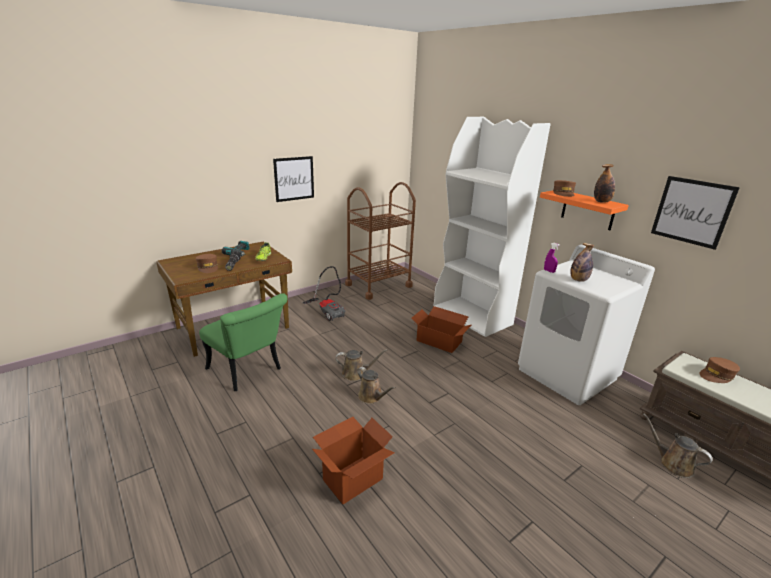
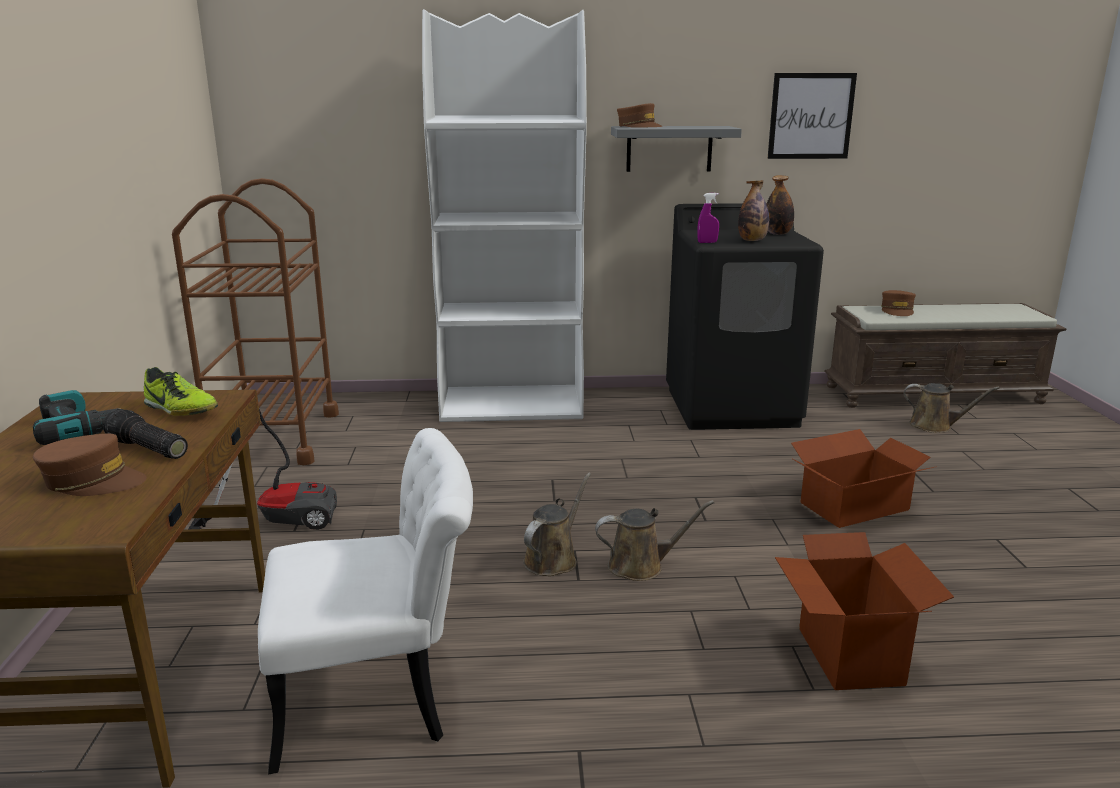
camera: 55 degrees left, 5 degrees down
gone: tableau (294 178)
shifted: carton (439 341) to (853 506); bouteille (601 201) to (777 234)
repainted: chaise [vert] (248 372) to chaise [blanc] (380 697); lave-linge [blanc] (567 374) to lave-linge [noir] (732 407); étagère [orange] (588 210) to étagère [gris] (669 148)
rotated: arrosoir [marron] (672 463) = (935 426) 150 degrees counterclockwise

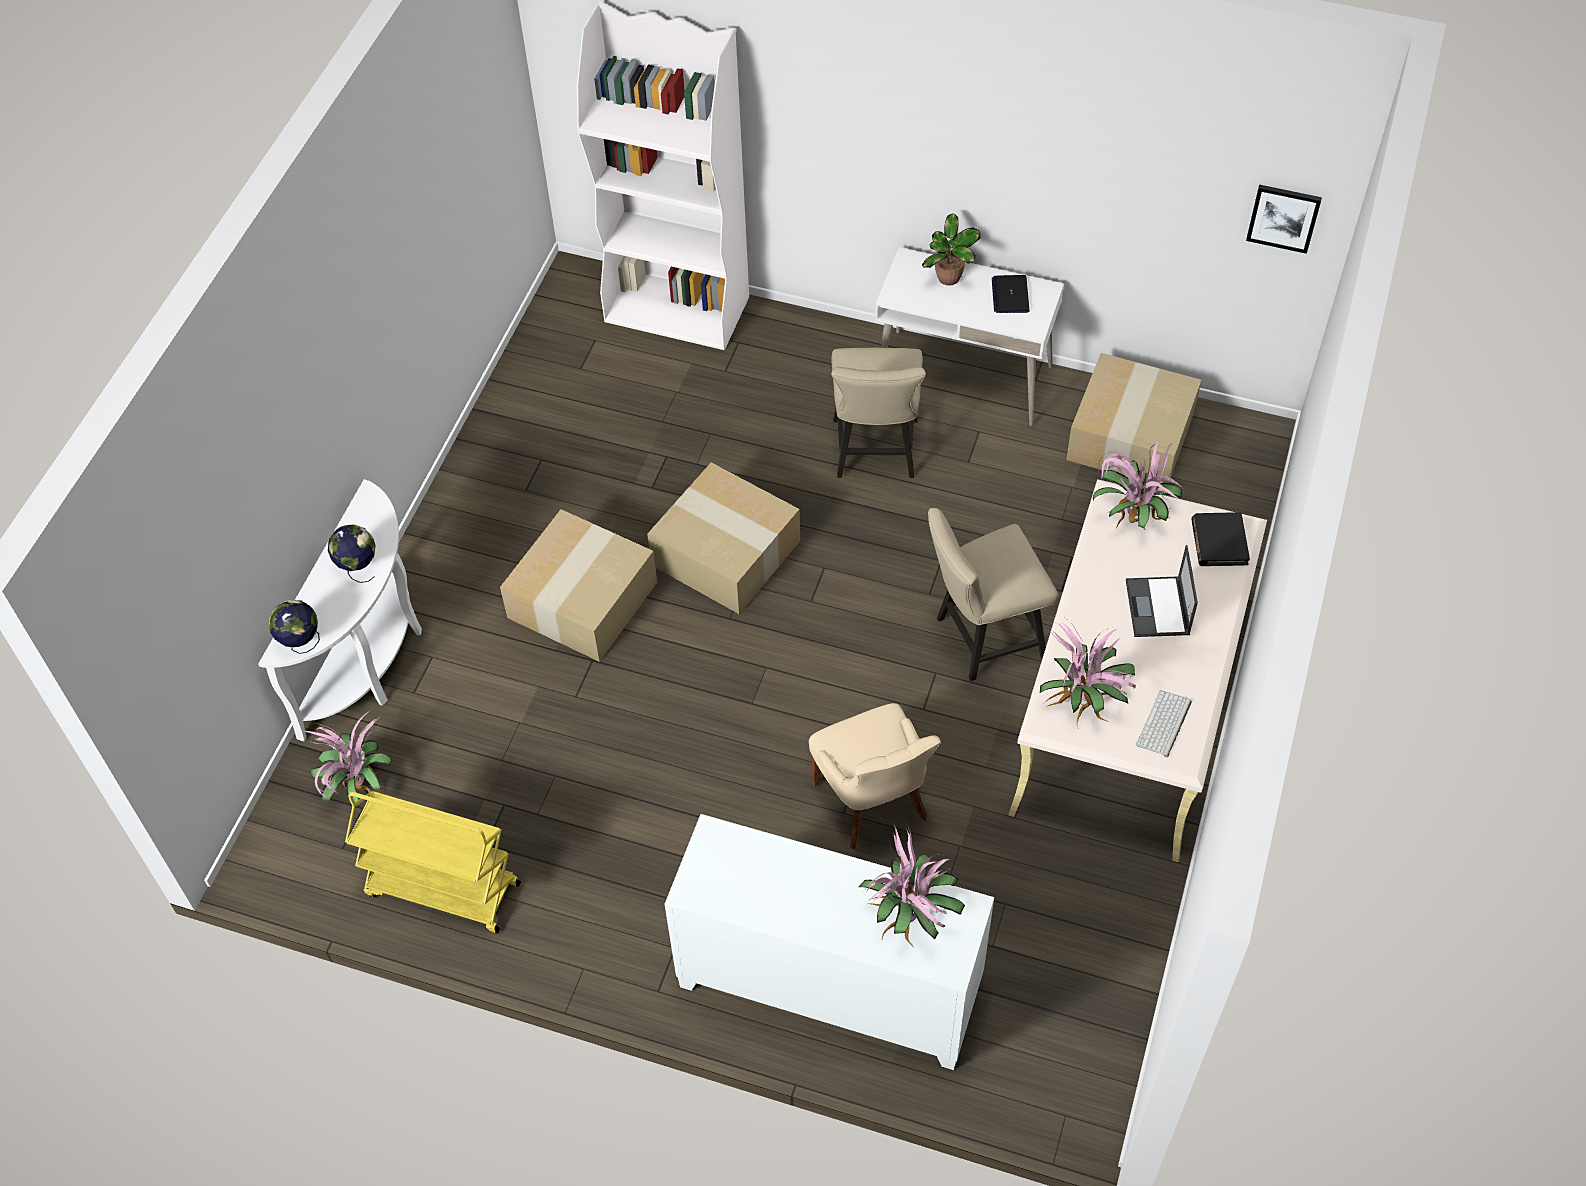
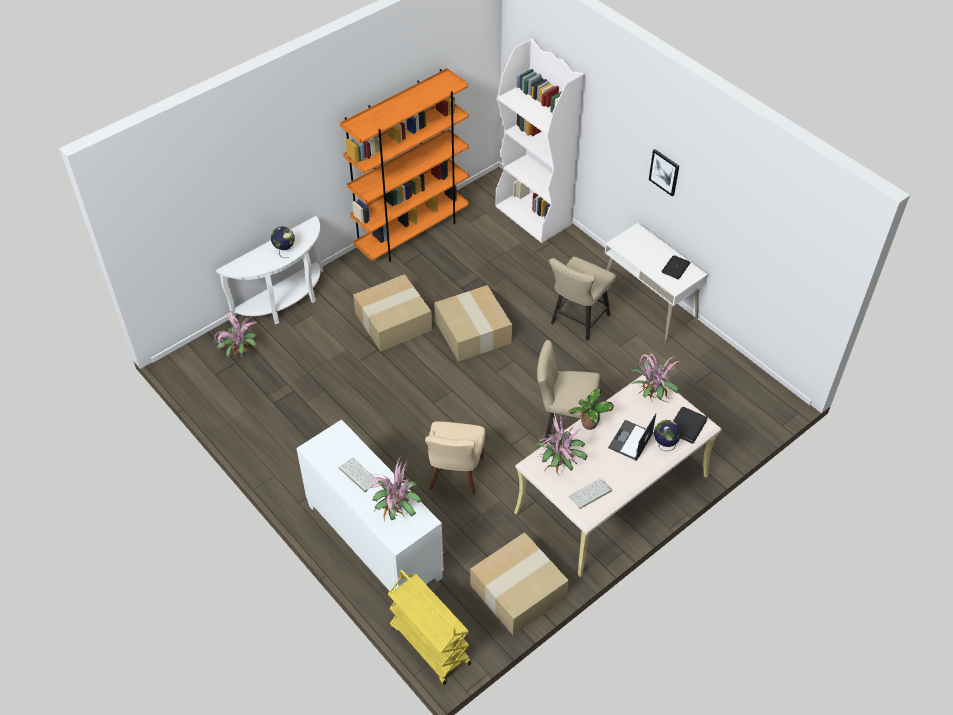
camera: 30 degrees right, 5 degrees down
new: clavier (358 475); bibliothèque [orange] (412 233)
shifted: globe (301 644) to (664 445); chariot [jaune] (442 889) to (429 644); plante en pot (949 279) to (589 425); carton (1129 434) to (518 590); tableau (1283 217) to (664 172)

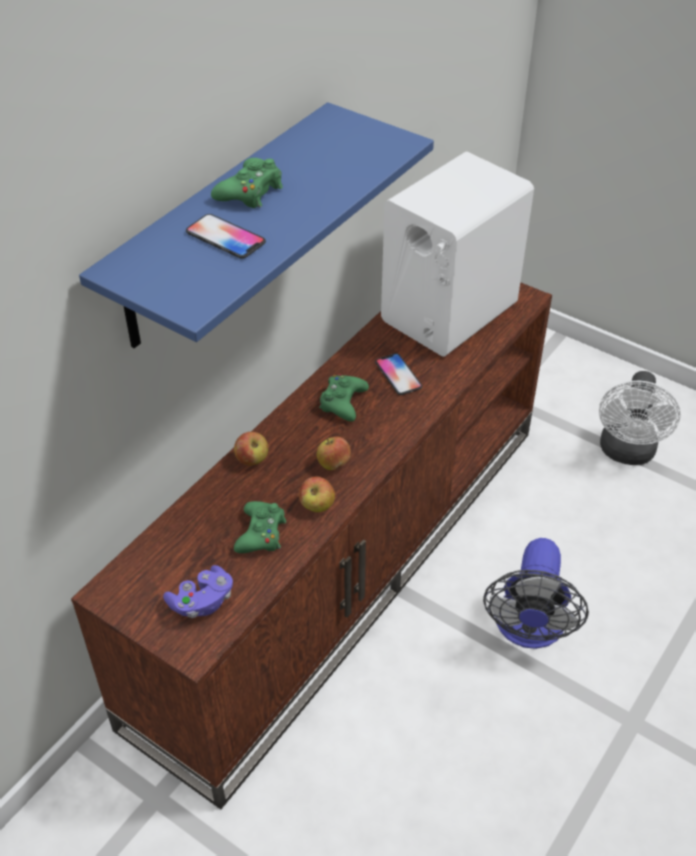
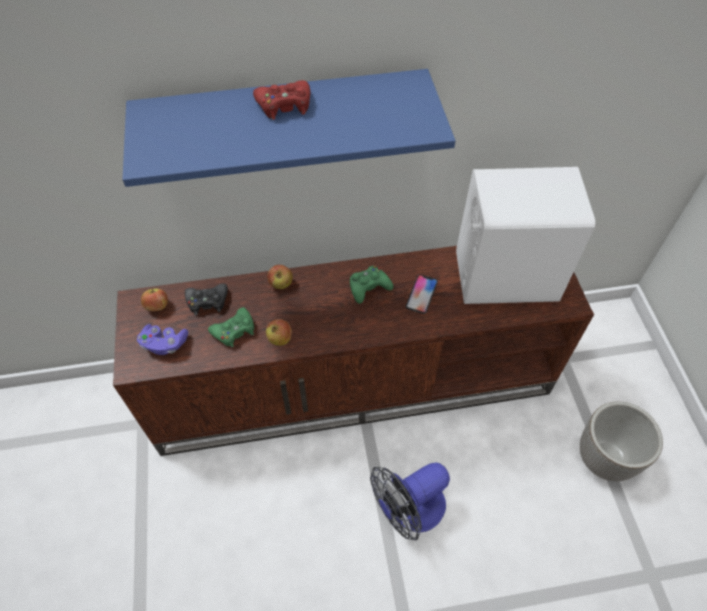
camera: 45 degrees right, 10 degrees up
gone: téléphone (225 238)
new: manette [noir] (207 301)
shifted: pomme (333 464) to (157 306)
swapped: ventilateur [blanc] (627 453) to cache-pot (604 459)
repainted: manette [vert] (250 192) to manette [rouge] (284 105)

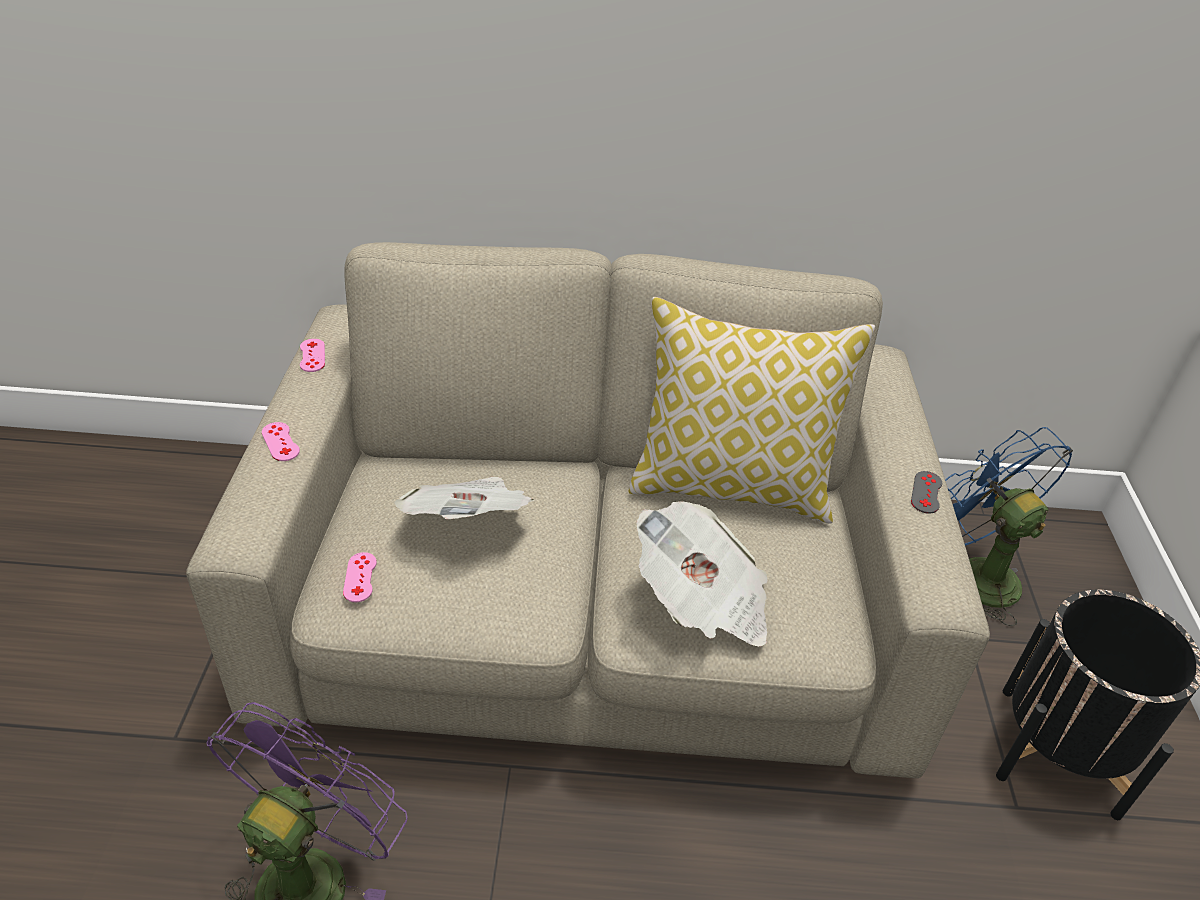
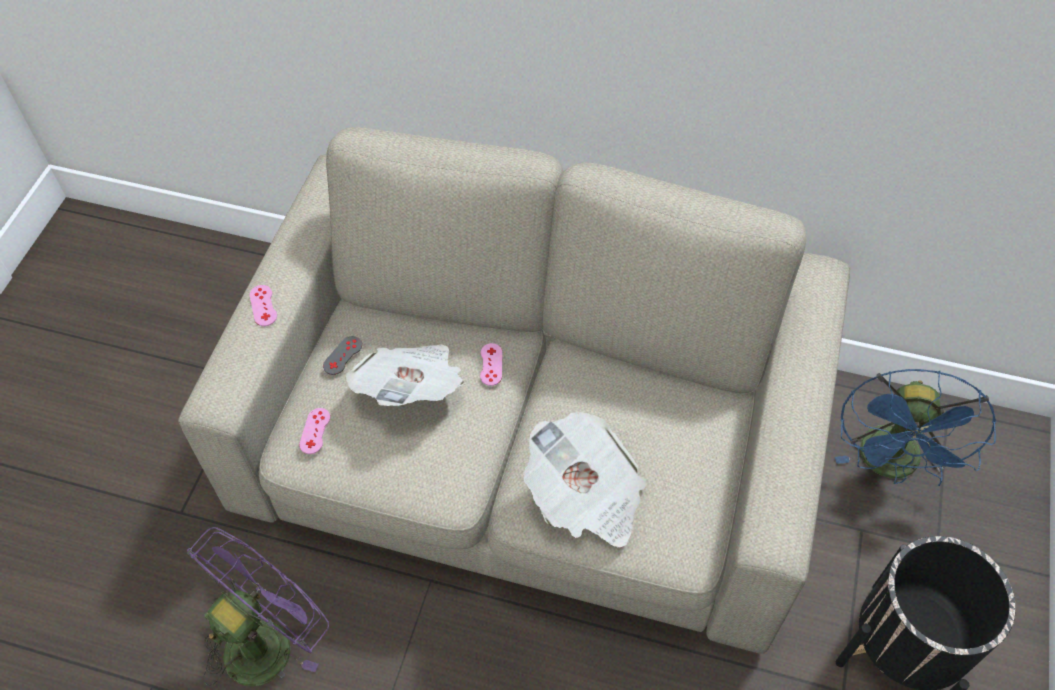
camera: 15 degrees right, 15 degrees up
gone: coussin (732 486)
shifted: manette [rose] (312 355) to (491 364); manette [gris] (926 492) to (342 355)
rotated: ventilateur [bleu] (973 573) = (891 466) 150 degrees counterclockwise

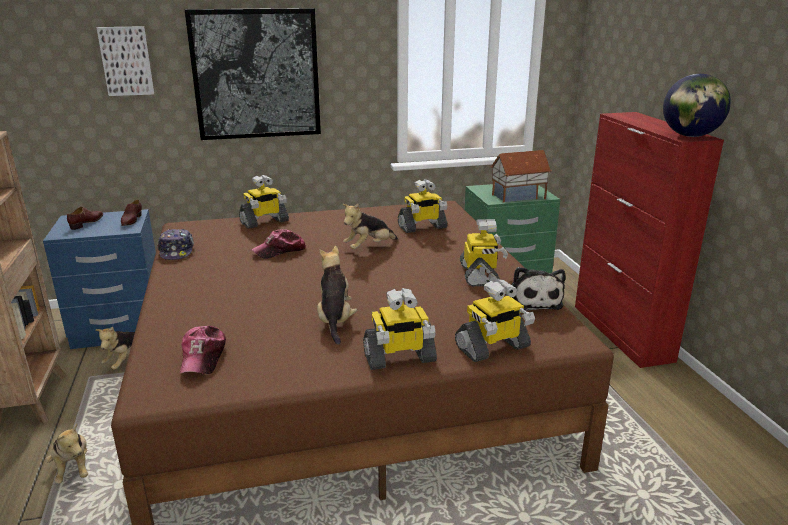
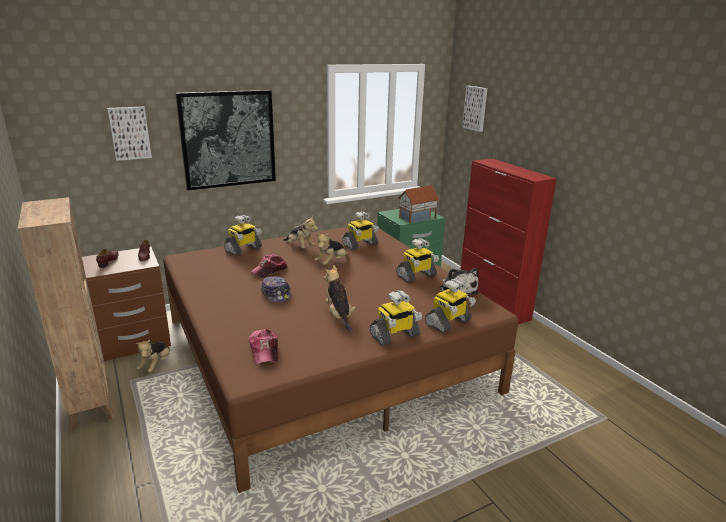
camera: 15 degrees left, 0 degrees up
gone: globe (690 136)
new: tableau (476 108)
shifted: peluche (73 468) to (300 247); casquette (177 251) to (276 294)
repainted: table de chevet [bleu] (120 329) to table de chevet [marron] (134 342)
rotated: robot jouet (480 275) = (416 276) 75 degrees clockwise

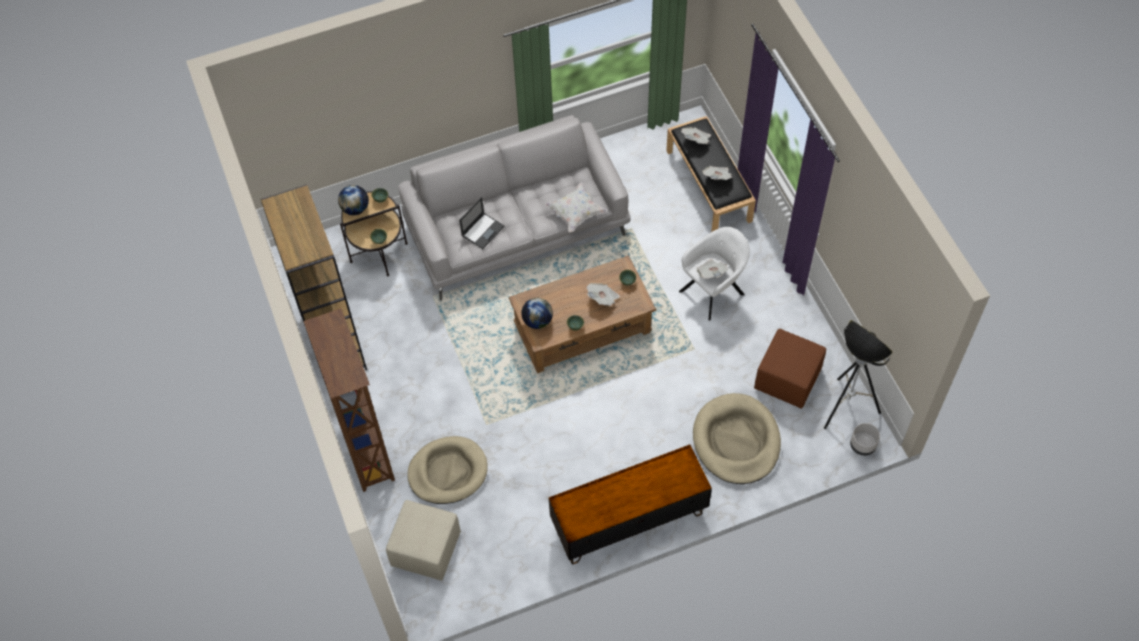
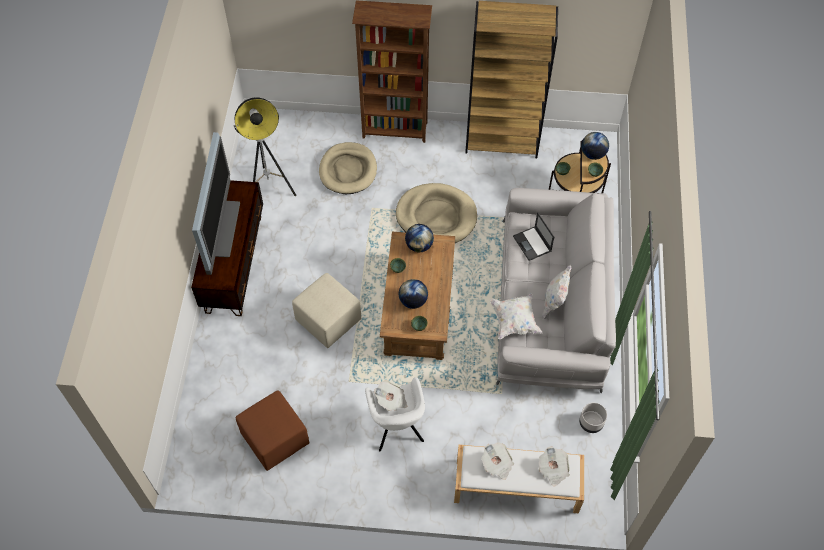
camera: 115 degrees right, 0 degrees up
new: téléviseur (221 228); coussin [blanc] (554 302)
shifted: pouf [beige] (426 550) to (327 320); panier pour chien [beige] (736 441) to (436 216); lampadaire (846 408) to (270 188); cache-pot [gris] (862 445) to (591 423)
swapped: journal (603 298) to globe (413 301)
repainted: banc [noir] (709 186) to banc [blanc] (516 486)

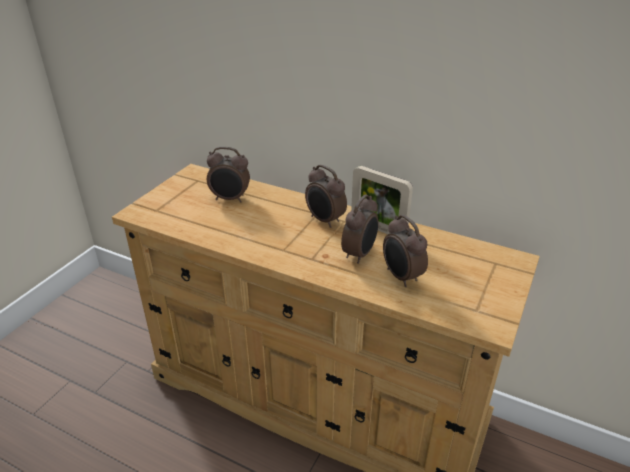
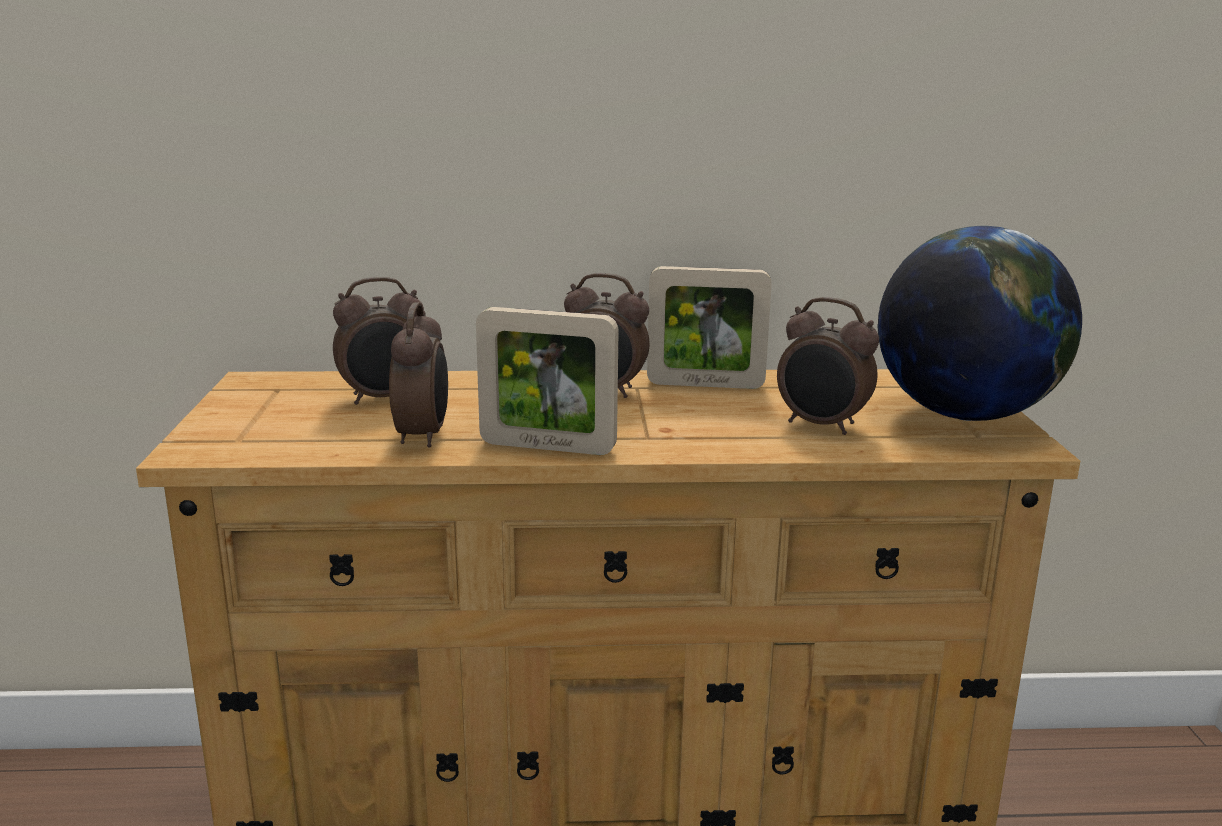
camera: 30 degrees left, 15 degrees down
new: cadre photo (547 447); globe (965 416)
shifted: réveil (360 254) to (423 436)

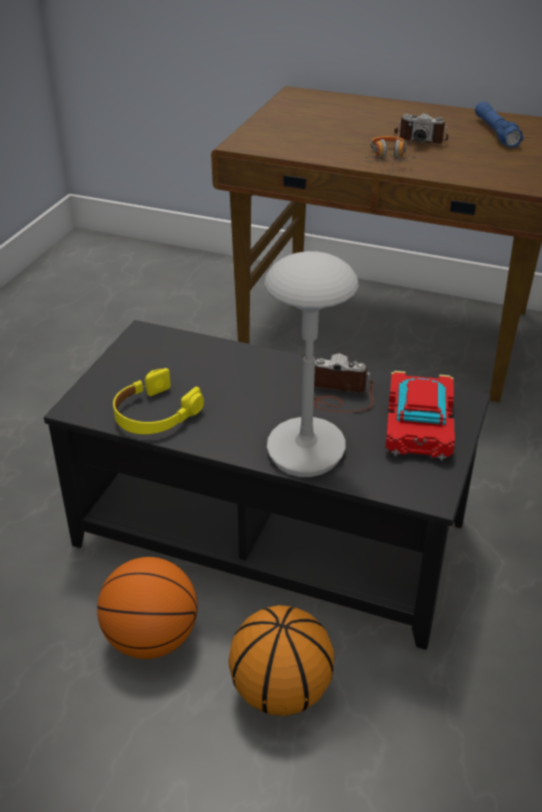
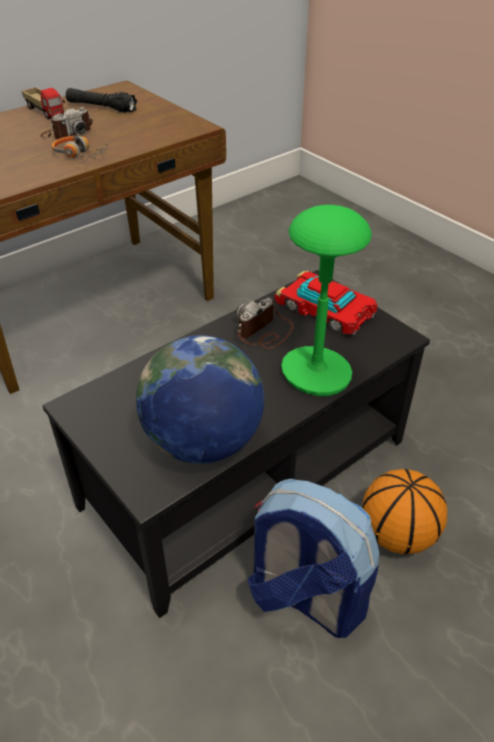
camera: 60 degrees left, 5 degrees up
new: camion jouet (46 112)
swapped: ballon de basket (151 638) to sac à dos (305 596); casque audio [jaune] (154 414) to globe (203 441)
repainted: lampe de table [gris] (305 449) to lampe de table [vert] (315 374); lampe de poche [bleu] (495 132) to lampe de poche [noir] (101 107)

